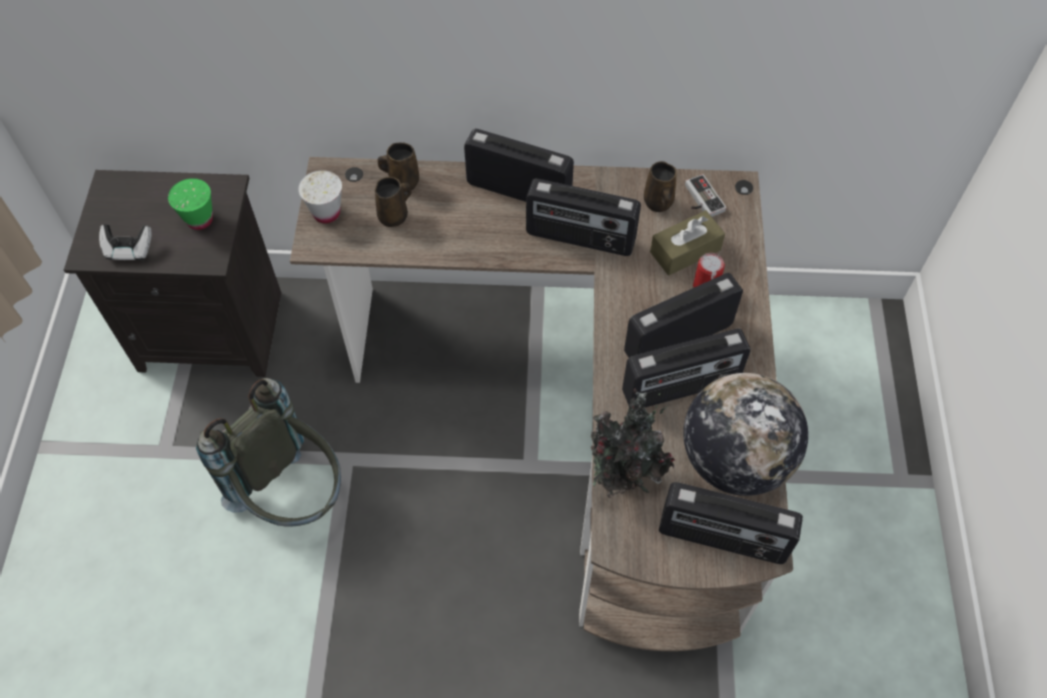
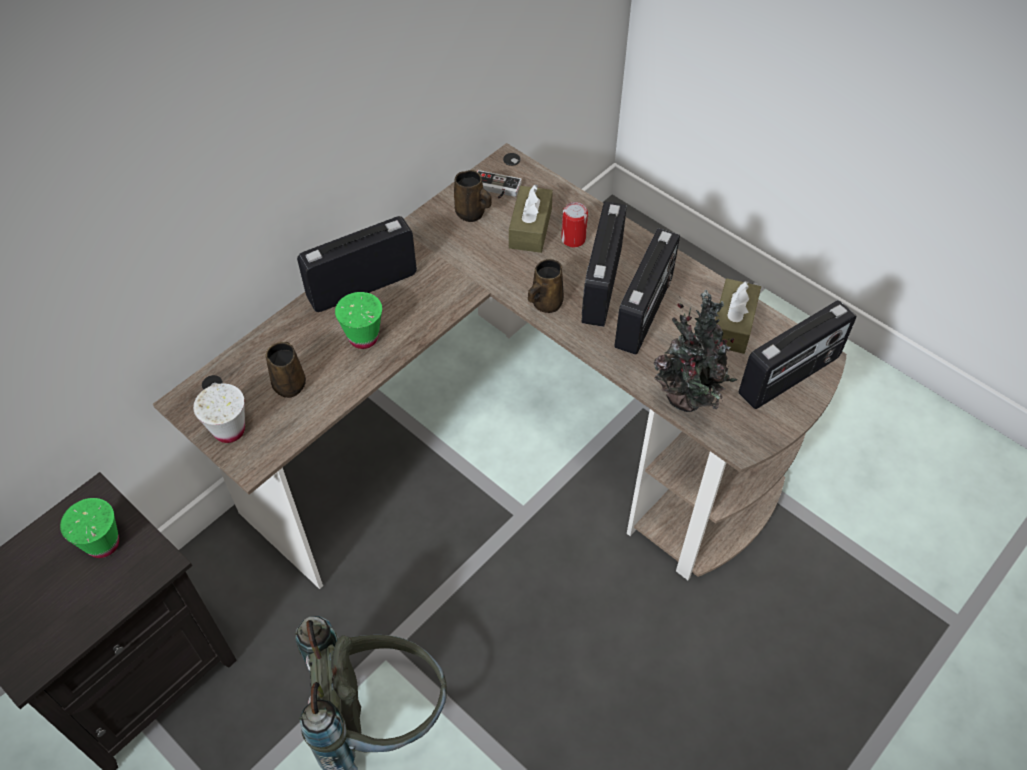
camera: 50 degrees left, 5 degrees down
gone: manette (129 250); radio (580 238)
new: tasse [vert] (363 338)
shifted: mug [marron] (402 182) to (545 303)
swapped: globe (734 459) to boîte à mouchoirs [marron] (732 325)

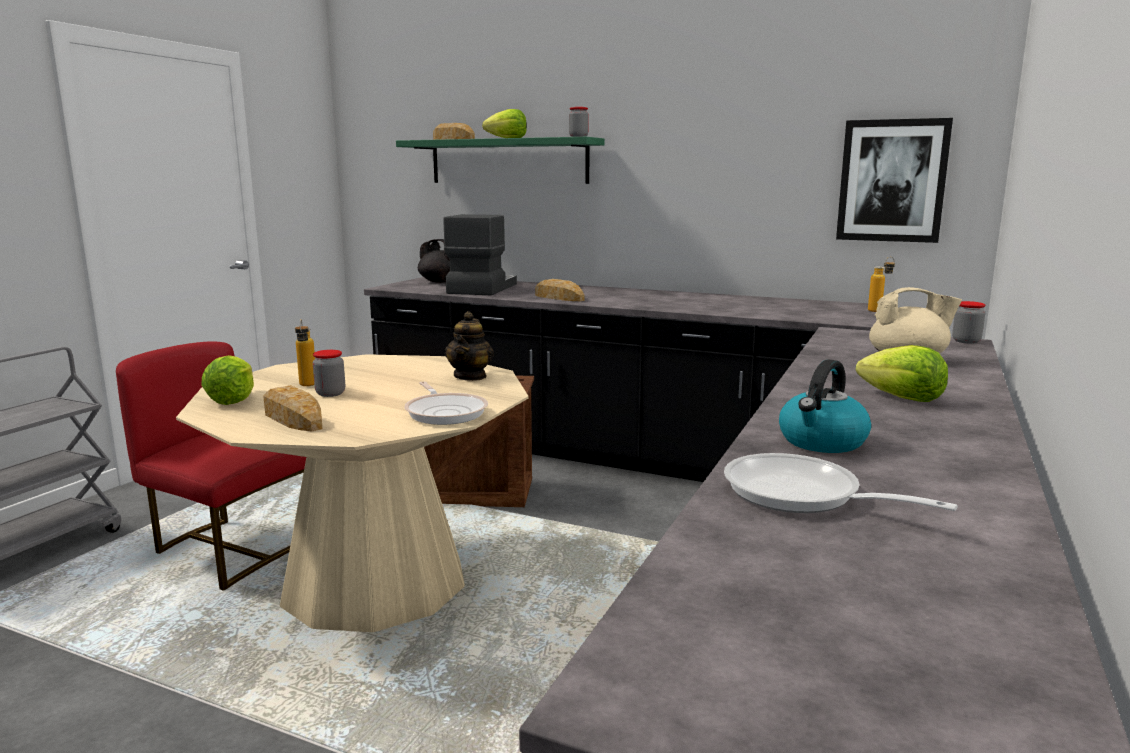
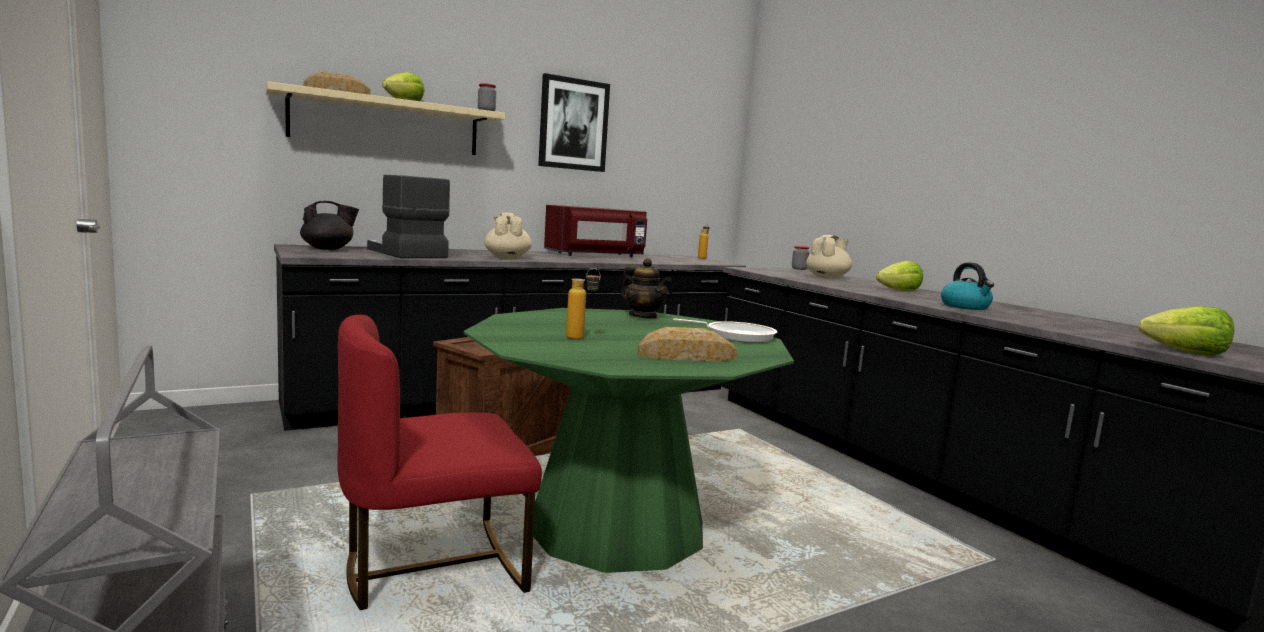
camera: 55 degrees left, 5 degrees down
gone: bocal (330 393); poêle (802 495)
new: micro-ondes [rouge] (596 255)
shifted: laitue (233 400) to (1186 352); tableau (892 181) to (573 124)
swapped: pain (558 297) to théière [beige] (507 258)
repainted: table à manger [beige] (375 583) to table à manger [vert] (617 527); étagère [vert] (508 161) to étagère [beige] (387 124)

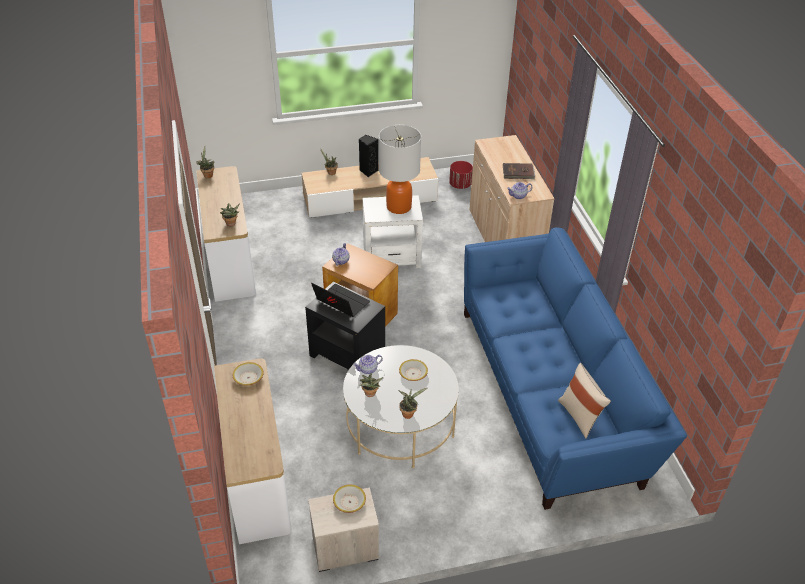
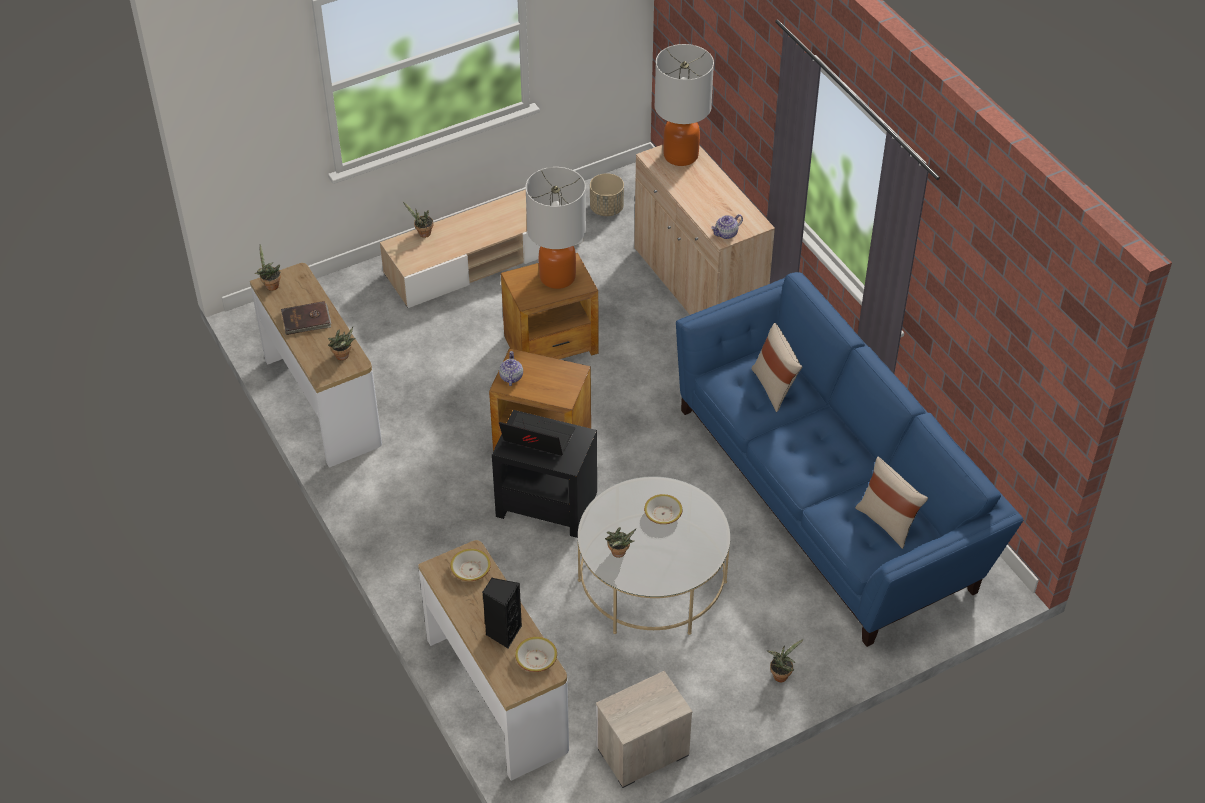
camera: 15 degrees left, 5 degrees up
gone: théière (368 369)
new: lampe de table (680 155); coussin [beige] (774 387)
shifted: bol (349 502) to (536 659); enceinte [noir] (368 171) to (503 632); plante en pot (409 413) to (781 674); livre [marron] (518 173) to (306 320)
repainted: table d'appoint [blanc] (392 256) to table d'appoint [marron] (552 344); cache-pot [rouge] (460 185) to cache-pot [beige] (607 208)

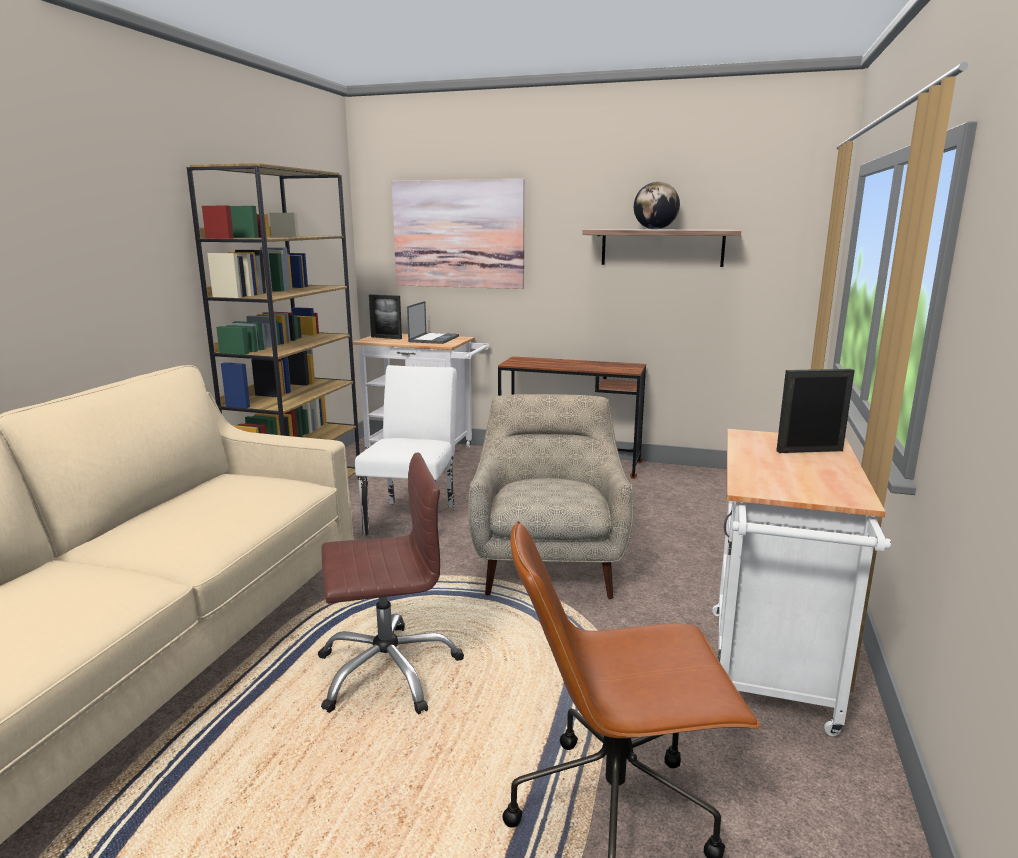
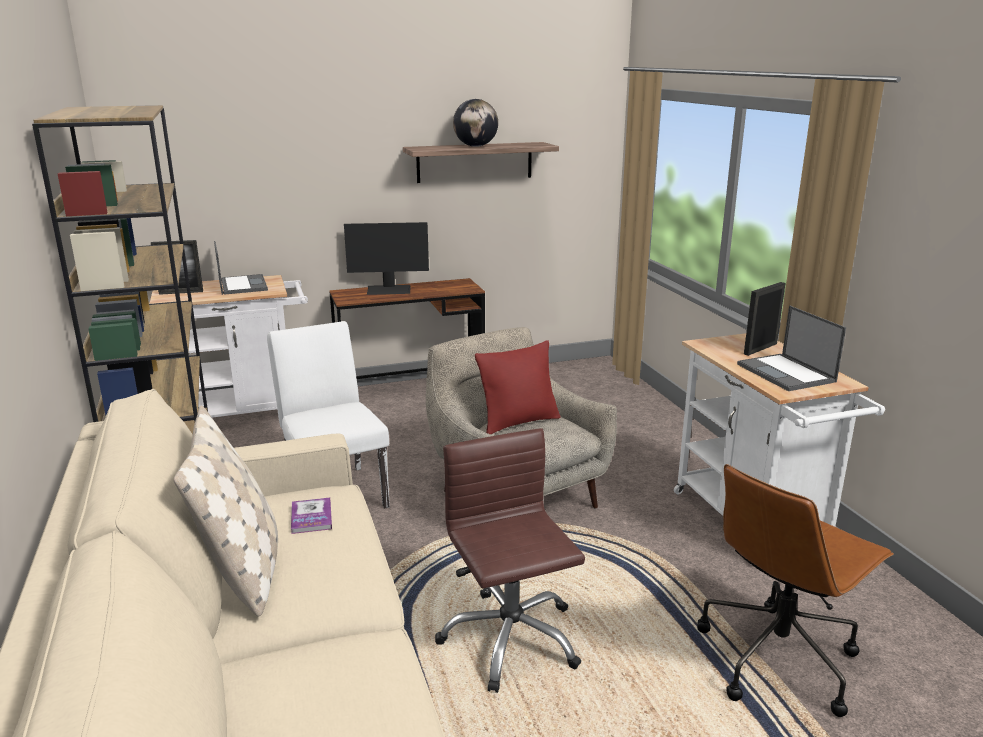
camera: 35 degrees left, 5 degrees up
gone: tableau (458 234)
new: coussin [beige] (242 569); livre (311 517); écran d'ordinateur (389 290); coussin [rouge] (518 422); ordinateur portable (787 373)
rotated: chaise de bureau [marron] (387 670) = (510 639) 60 degrees counterclockwise

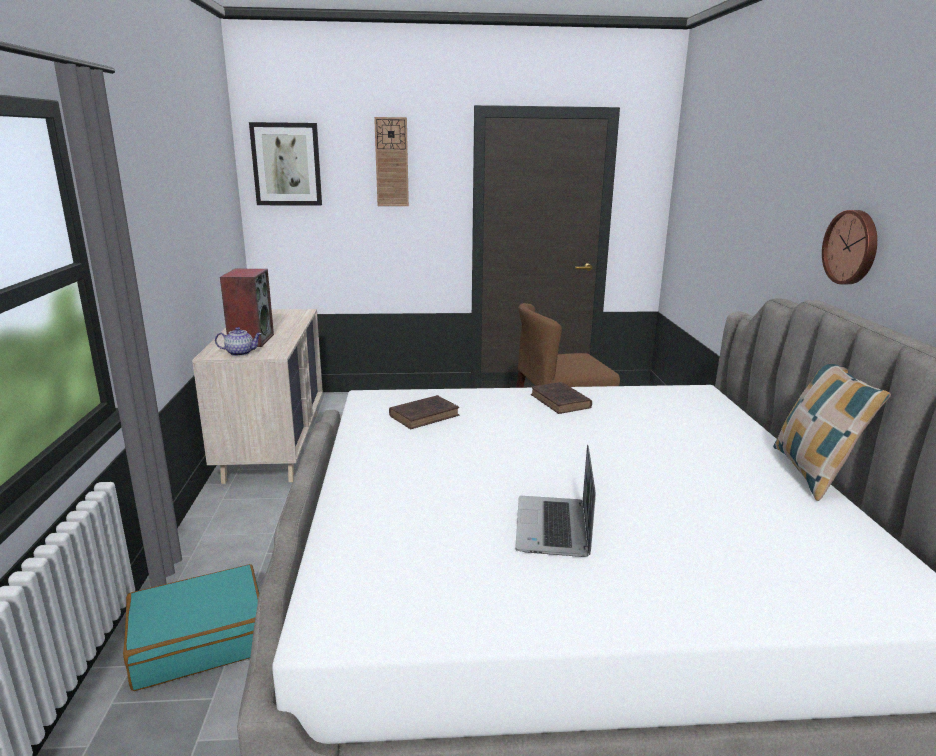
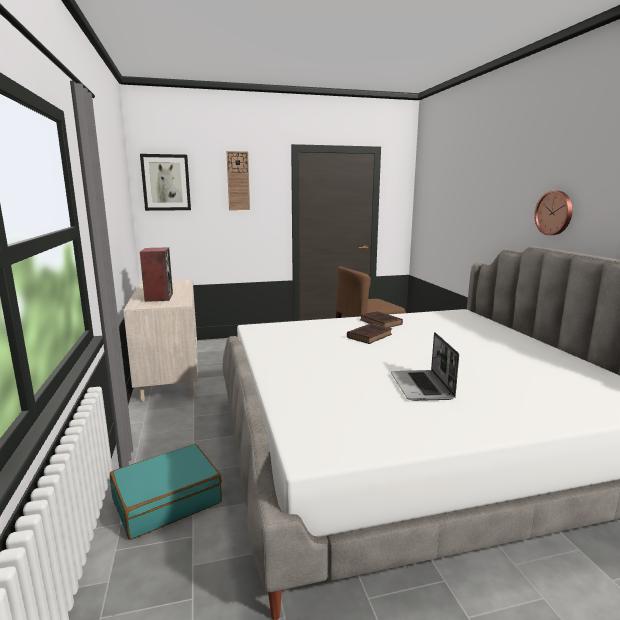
camera: 10 degrees left, 5 degrees down
gone: théière (240 353); coussin (813 473)
shifted: livre [marron] (425 415) to (370 336)

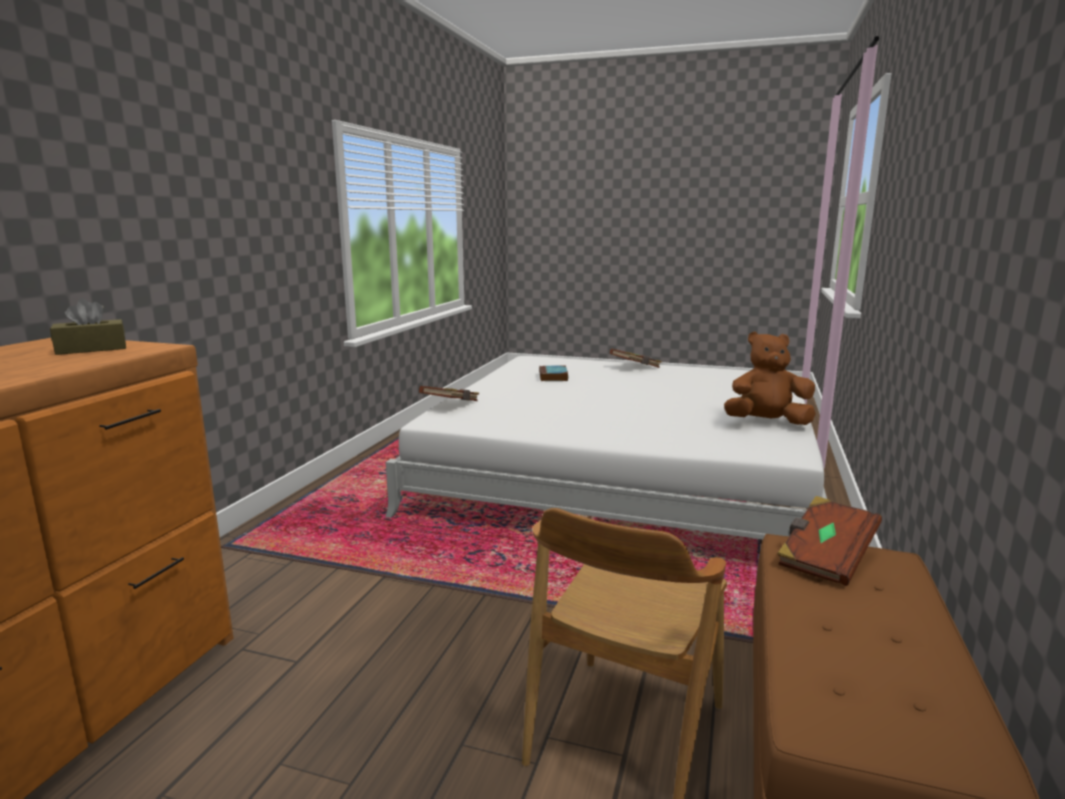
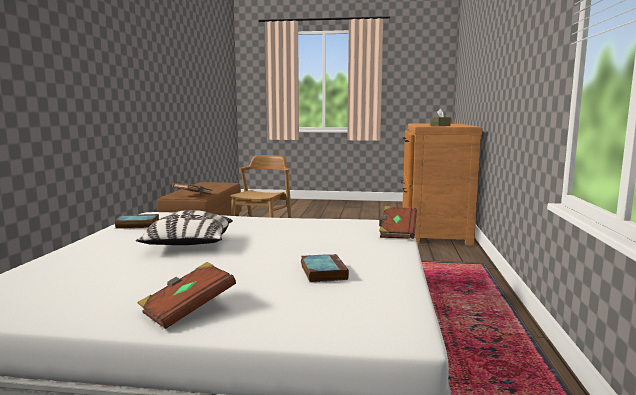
camera: 170 degrees right, 5 degrees down
new: coussin (189 245)
swapped: peluche [marron] (766 423) to livre (136 225)

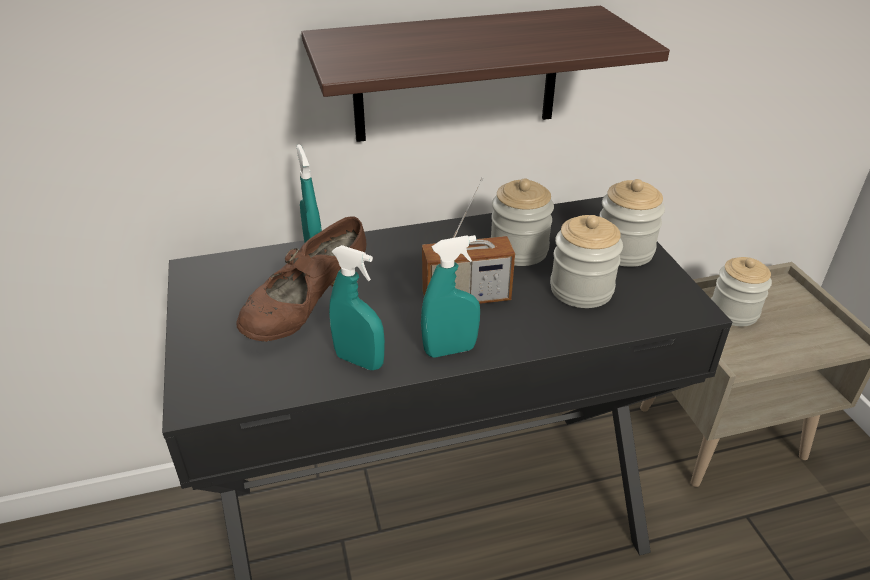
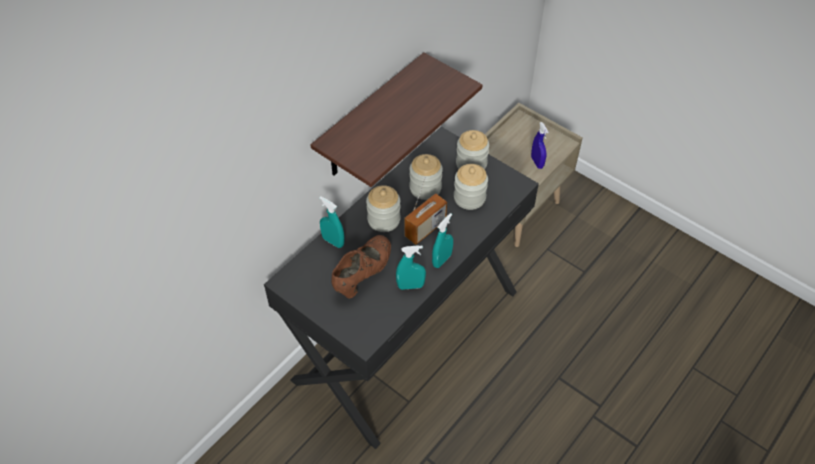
camera: 35 degrees left, 15 degrees up
new: vaporisateur [bleu] (537 162)
shifted: bocal (733 312) to (384 219)
rotated: chaussure [marron] (307 310) = (363 274) 150 degrees counterclockwise

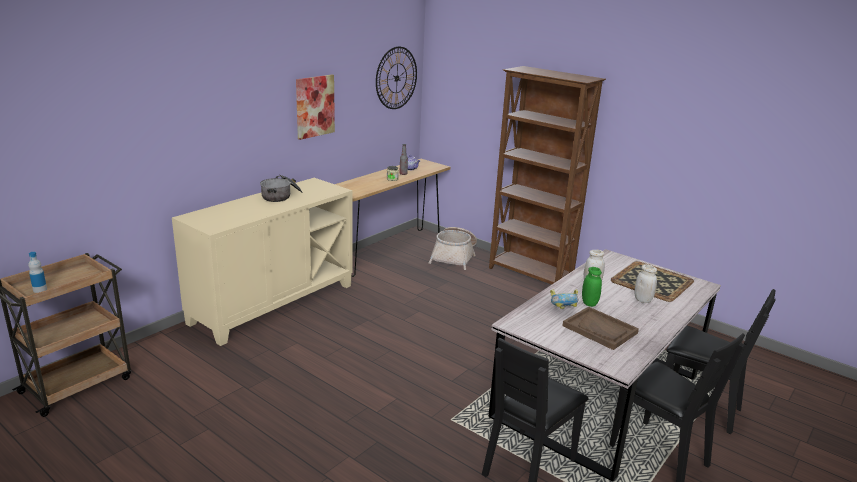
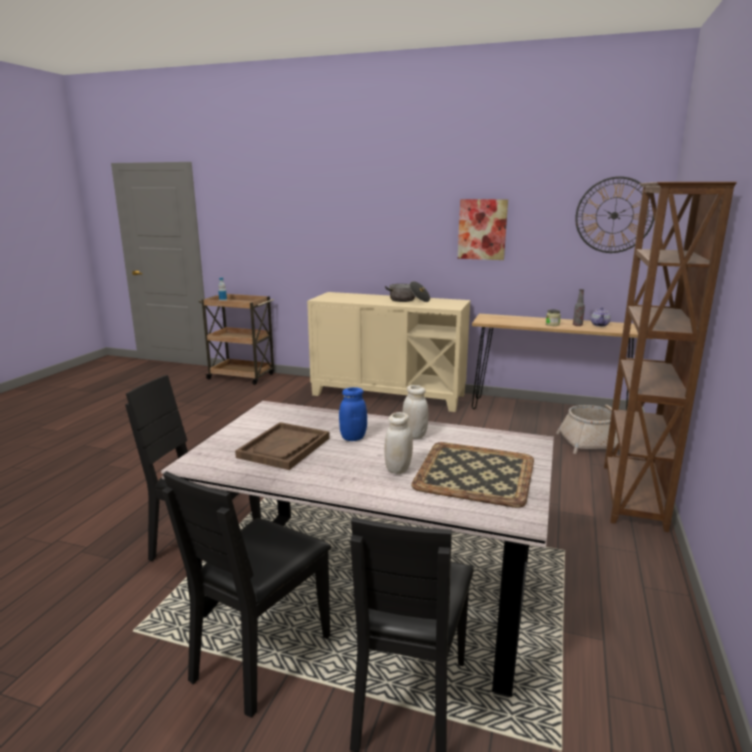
camera: 70 degrees right, 5 degrees down
gone: bol (563 310)
repainted: bocal [vert] (589 303) to bocal [bleu] (353 437)

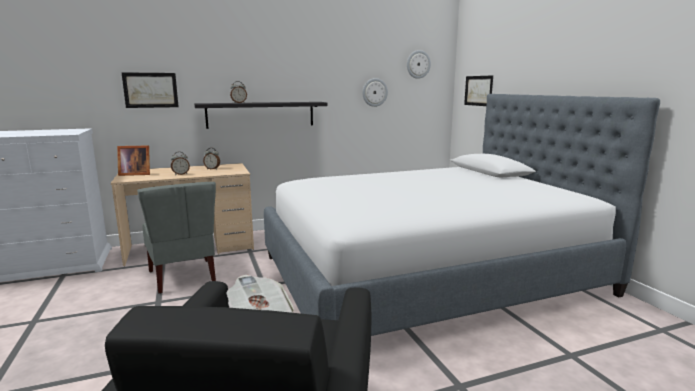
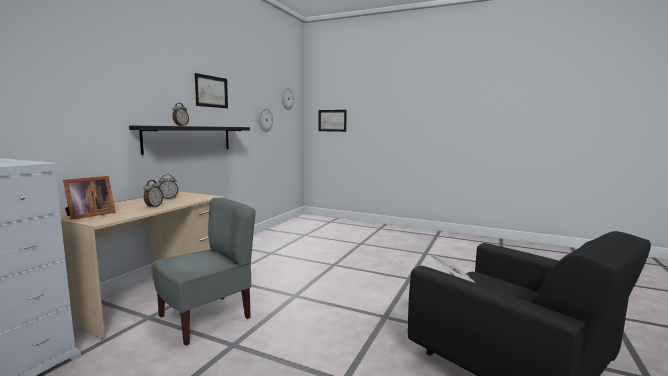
camera: 45 degrees left, 5 degrees down
gone: lit (428 275)
shifted: tableau (150 90) to (211 91)
rotated: chaise [gris] (183 276) = (206 318) 60 degrees counterclockwise

